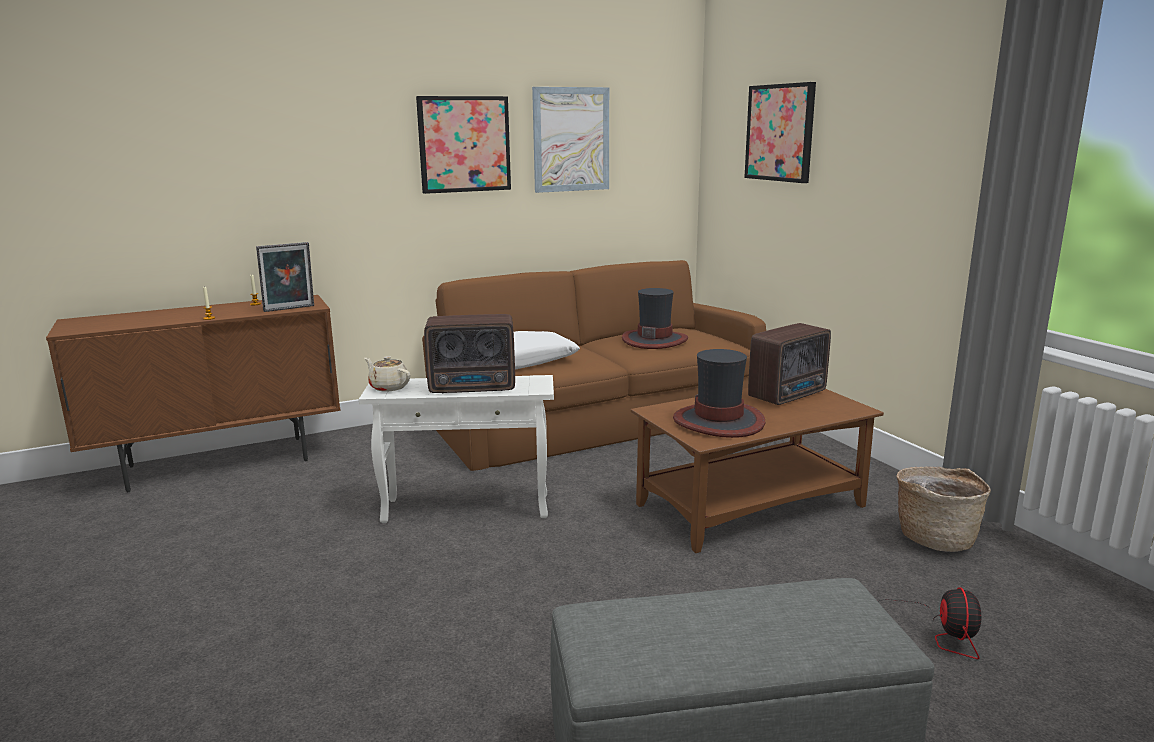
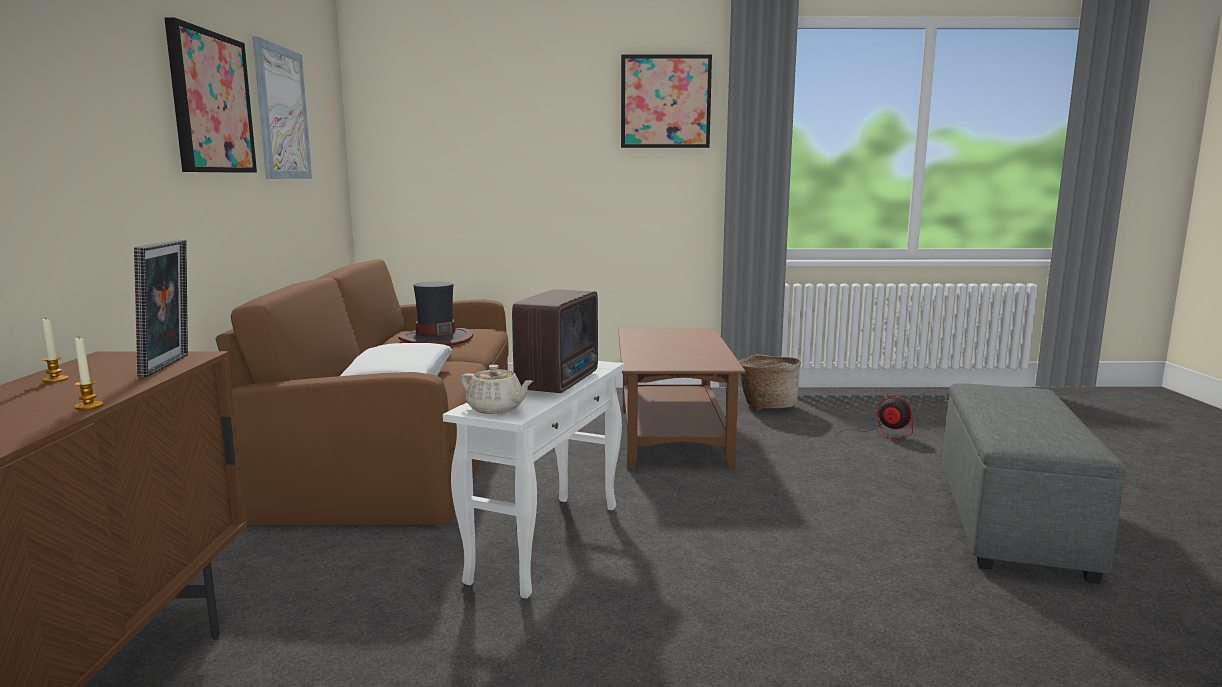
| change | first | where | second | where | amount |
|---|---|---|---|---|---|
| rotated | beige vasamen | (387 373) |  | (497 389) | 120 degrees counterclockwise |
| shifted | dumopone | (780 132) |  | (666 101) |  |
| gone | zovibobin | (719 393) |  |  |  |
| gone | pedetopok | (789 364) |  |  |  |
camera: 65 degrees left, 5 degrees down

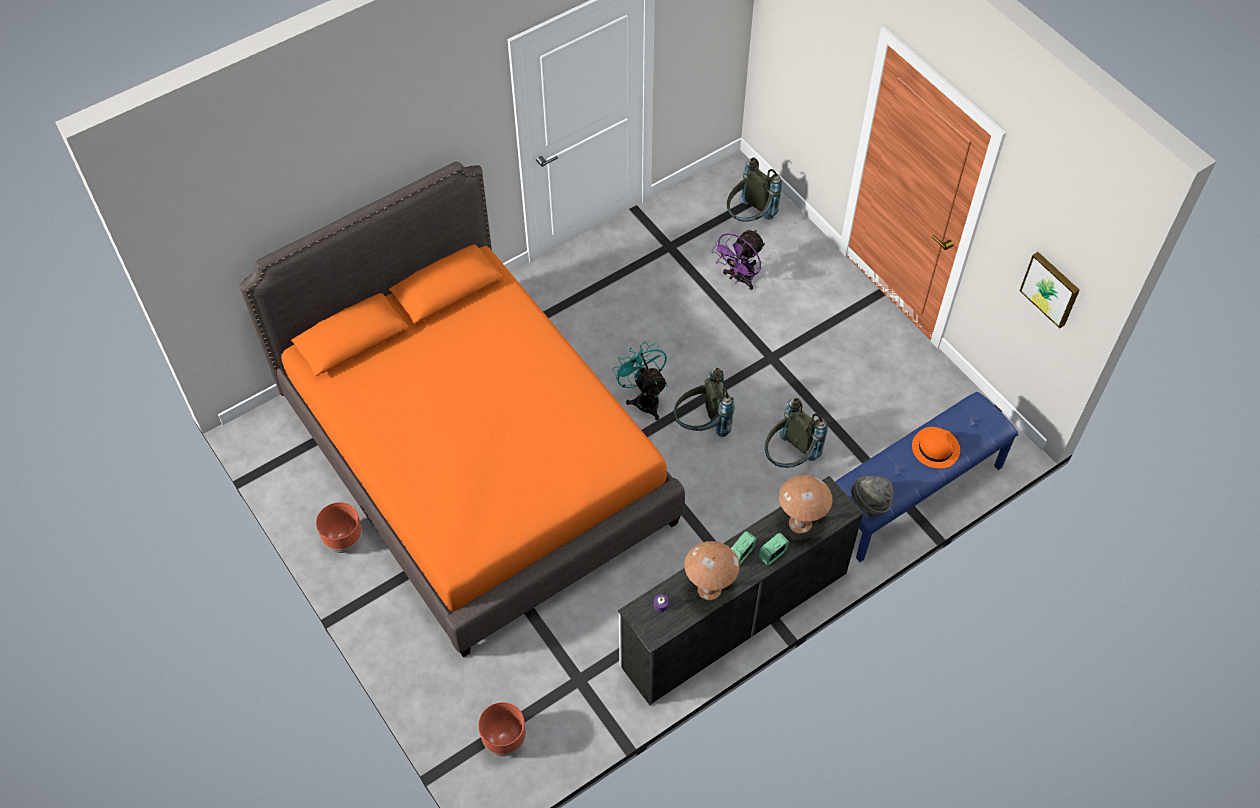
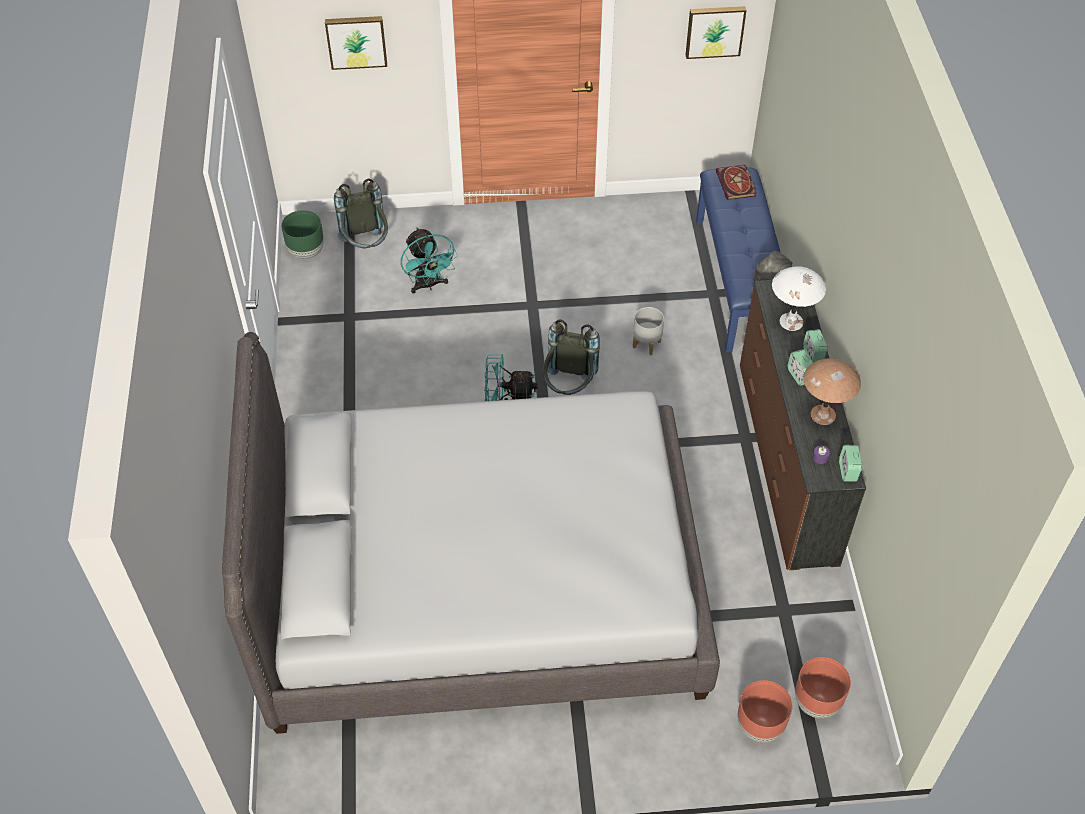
| change | first | where | second | where | amount |
|---|---|---|---|---|---|
| repainted | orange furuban | (462 409) | grey furuban | (471 533) |  |
| new |  |  | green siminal | (302 234) |  |
| new |  |  | dumopone | (356 43) |  |
| repainted | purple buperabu | (738 260) | turquoise buperabu | (429 260) |  |
| swapped | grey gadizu | (796 433) | grey siminal | (648 331) |  |
| new |  |  | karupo | (736 182) |  |
| shifted | brown siminal | (339 527) |  | (764 711) |  |
| repainted | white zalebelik | (740 591) | brown zalebelik | (803 425) |  |
| repainted | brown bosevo | (806 504) | white bosevo | (799 298) |  |
| new |  |  | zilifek | (850 463) |  |
| gone | orange zovibobin | (936 447) |  |  |  |
camera: 60 degrees left, 5 degrees down

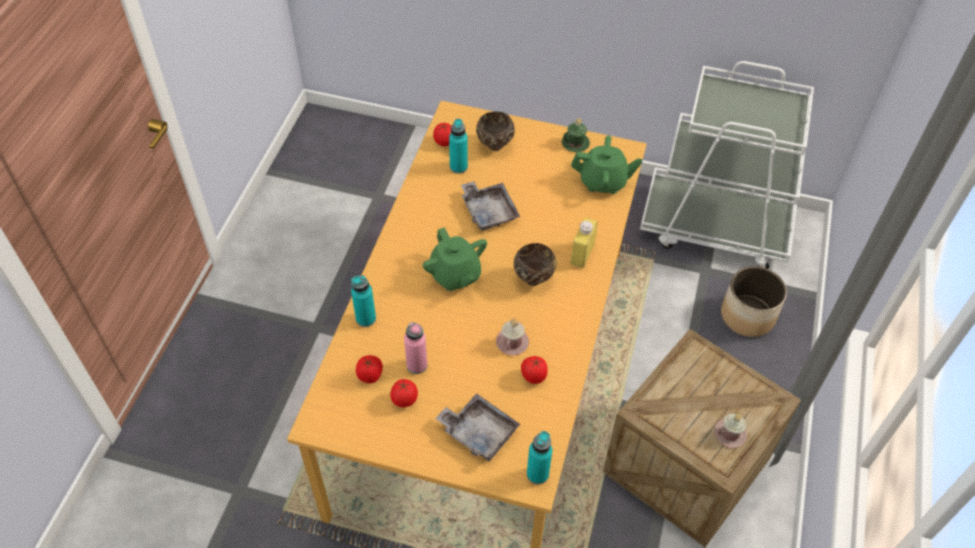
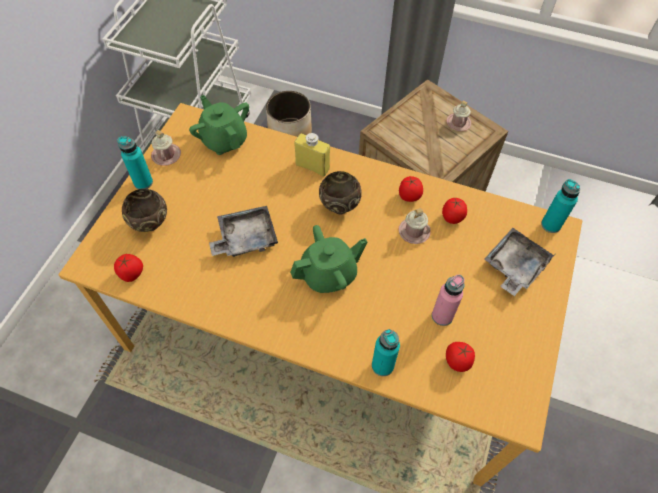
| change | first | where | second | where | amount |
|---|---|---|---|---|---|
| shifted | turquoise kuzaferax | (458 146) |  | (135 162) |  |
| repainted | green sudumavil | (576 135) | pink sudumavil | (166 148) |  |
| rotated | green vasamen | (606 165) |  | (219 125) | 45 degrees counterclockwise |
| shifted | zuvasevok | (404 393) |  | (411 189) |  |
camera: 85 degrees left, 5 degrees up

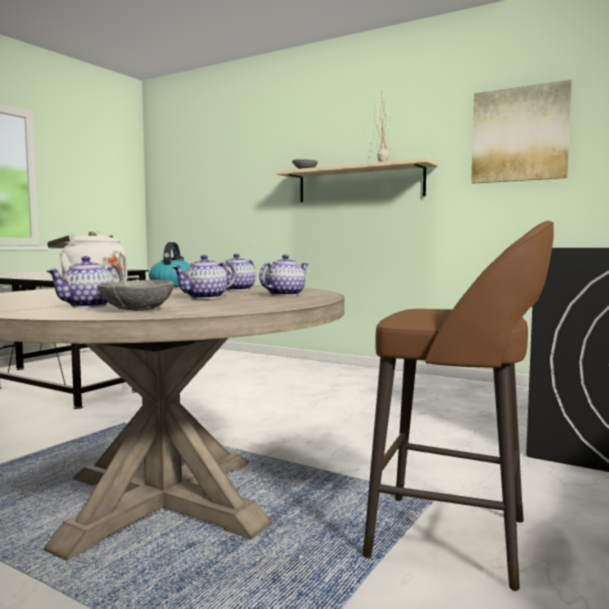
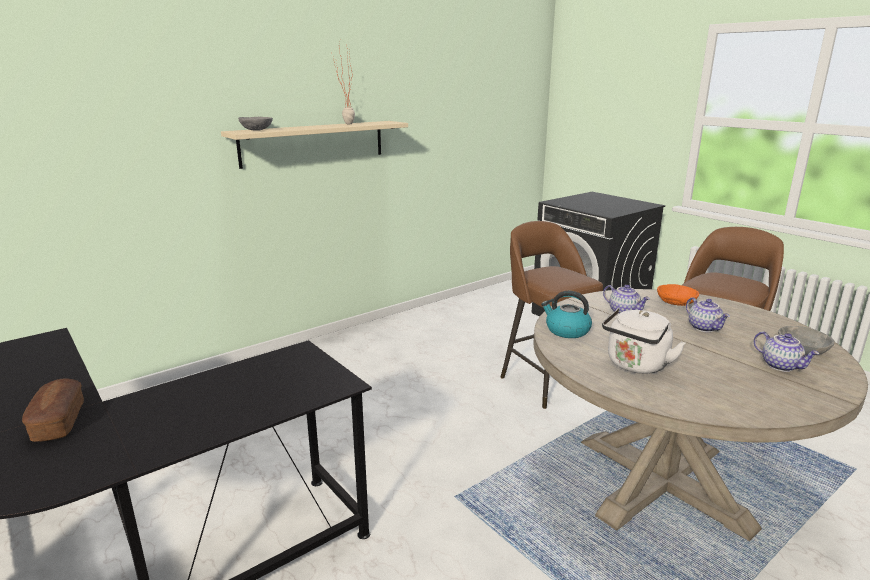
| change | first | where | second | where | amount |
|---|---|---|---|---|---|
| new |  |  | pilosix | (53 410) |  |
| new |  |  | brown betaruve | (552 315) |  |
| swapped | vasamen | (284 275) | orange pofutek | (678 295) |  |
| gone | dumopone | (521 131) |  |  |  |
camera: 70 degrees left, 15 degrees up

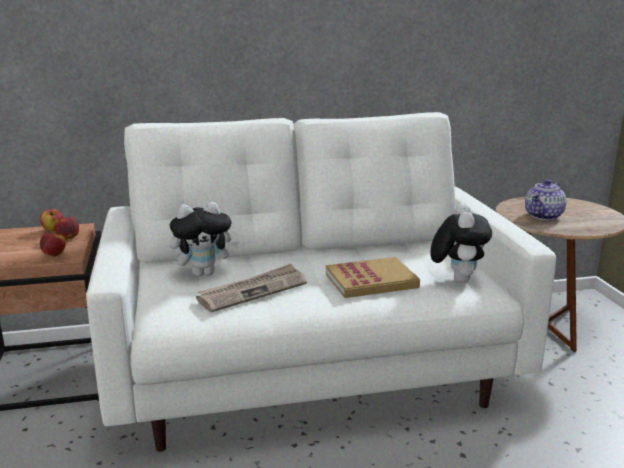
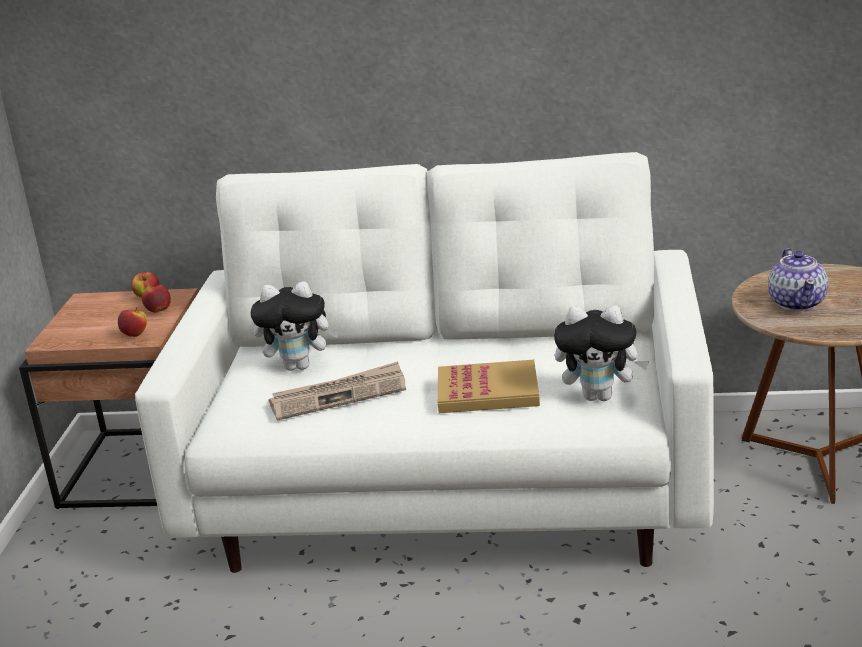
| change | first | where | second | where | amount |
|---|---|---|---|---|---|
| rotated | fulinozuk | (461 243) |  | (601 353) | 75 degrees clockwise |
| rotated | vasamen | (545 199) |  | (798 279) | 60 degrees counterclockwise |
camera: 20 degrees right, 5 degrees up

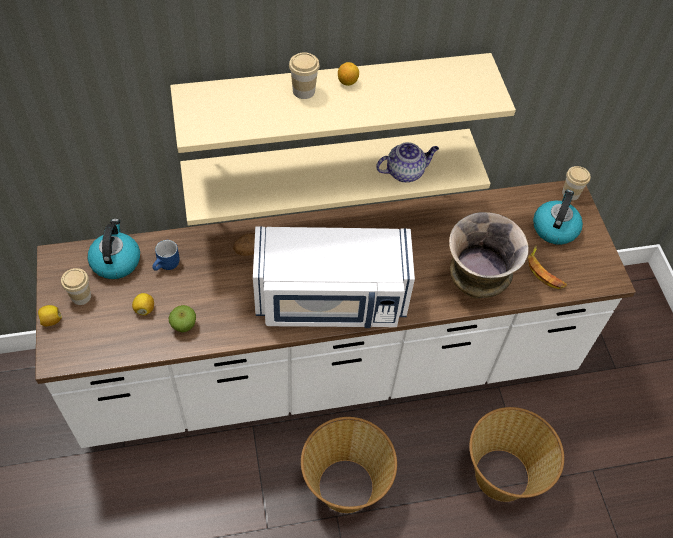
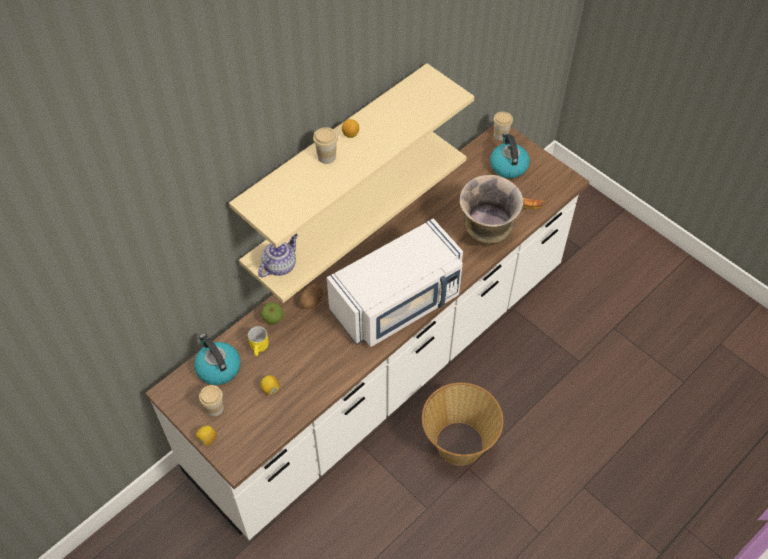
| change | first | where | second | where | amount |
|---|---|---|---|---|---|
| repainted | blue sudumavil | (166 255) | yellow sudumavil | (258 341) |  |
| shifted | vasamen | (407 162) |  | (278 255) |  |
| shifted | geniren | (182 318) |  | (272 313) |  |
| gone | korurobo | (516 454) |  |  |  |
camera: 30 degrees left, 0 degrees up

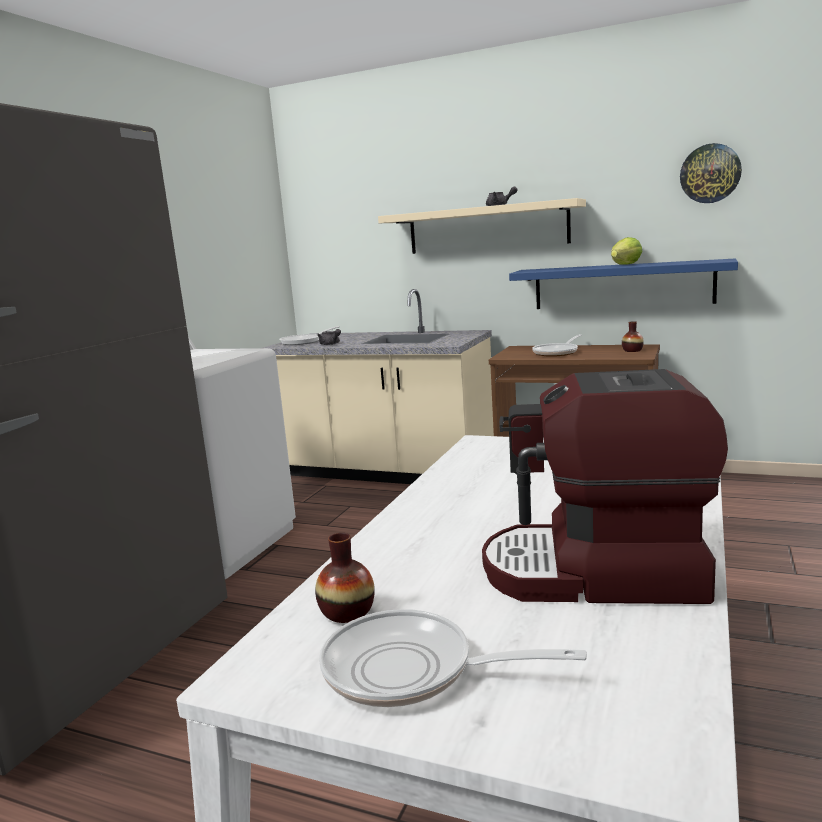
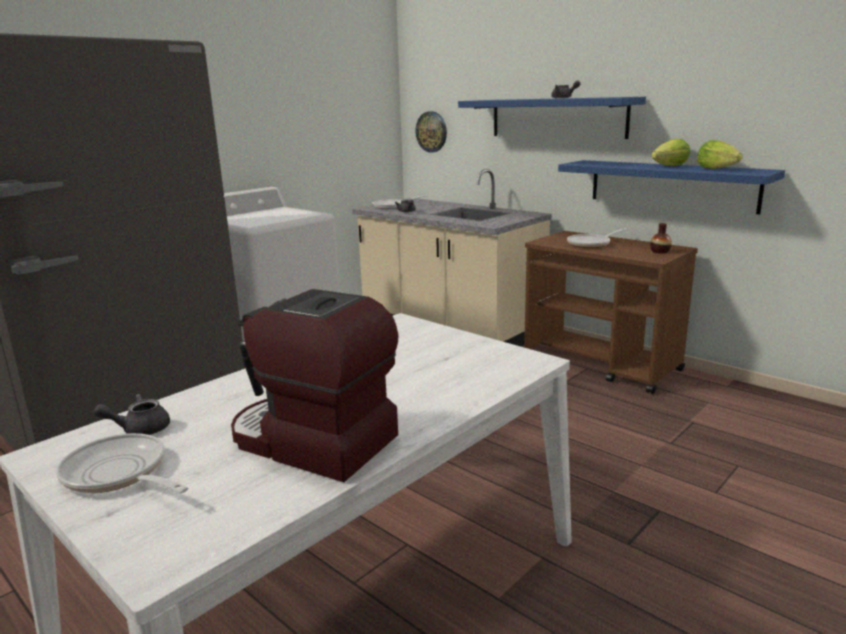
| change | first | where | second | where | amount |
|---|---|---|---|---|---|
| swapped | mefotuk | (345 578) | grey vasamen | (131 414) |  |
| shifted | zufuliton | (711 173) |  | (431 132) |  |
| repainted | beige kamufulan | (482 226) | blue kamufulan | (552 118) |  |
| new |  |  | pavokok | (720 154) |  |
camera: 20 degrees right, 5 degrees up

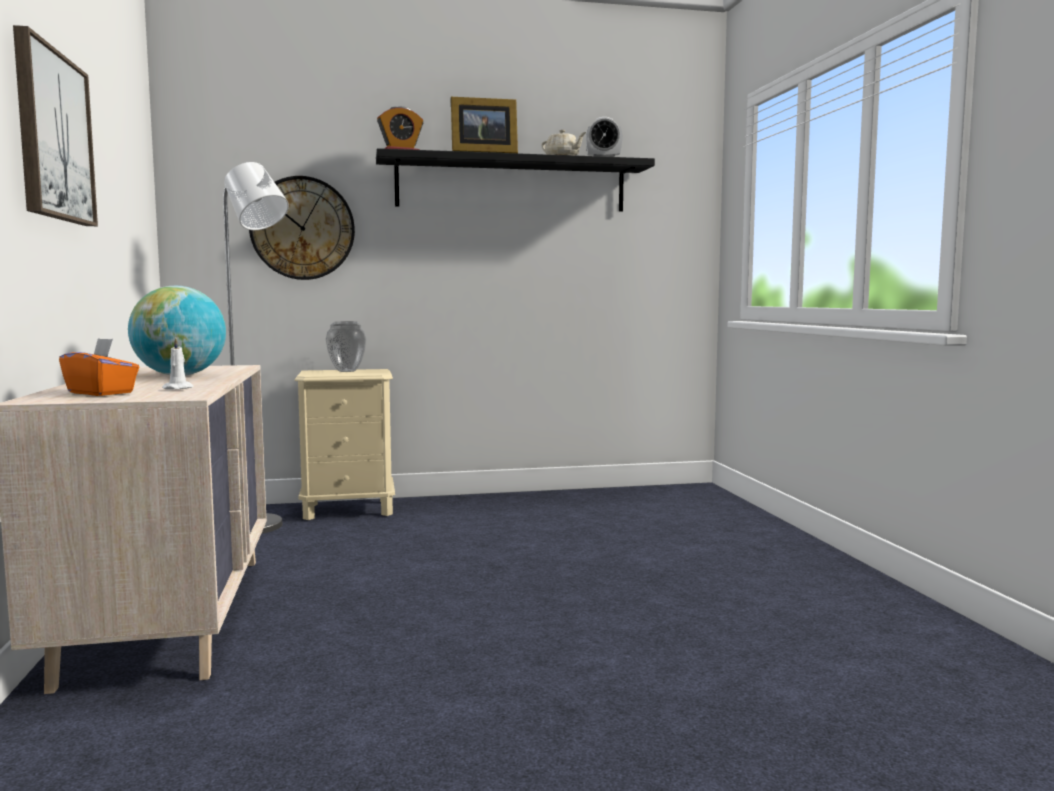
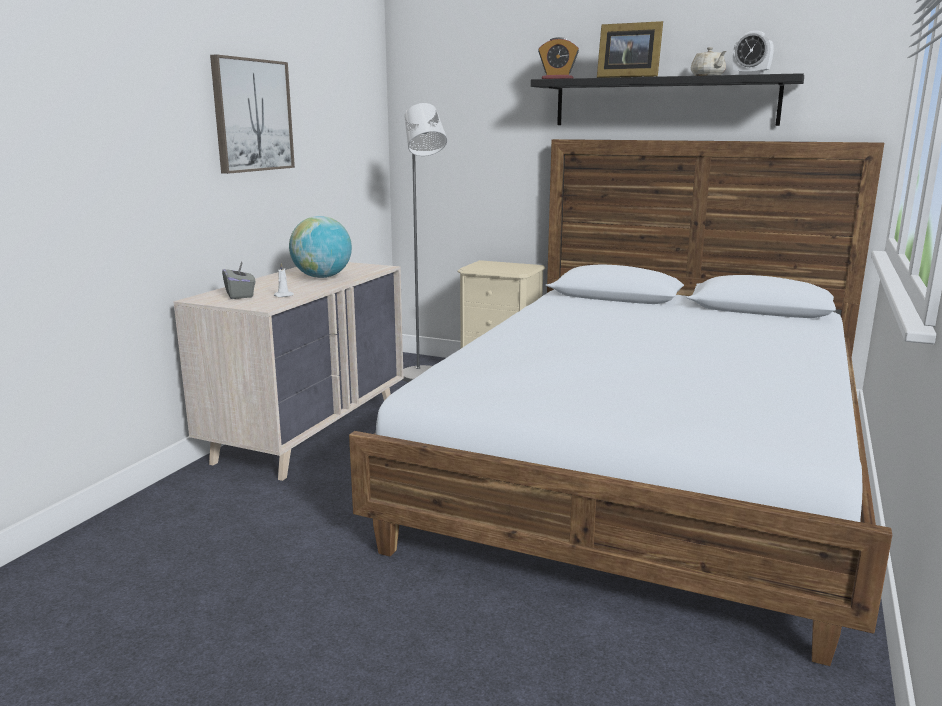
| change | first | where | second | where | amount |
|---|---|---|---|---|---|
| repainted | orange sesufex | (99 367) | grey sesufex | (238 280) |  |
| new |  |  | furuban | (620 402) |  |
| gone | zufuliton | (302 228) |  |  |  |
| gone | mefotuk | (346 346) |  |  |  |
camera: 35 degrees right, 10 degrees up

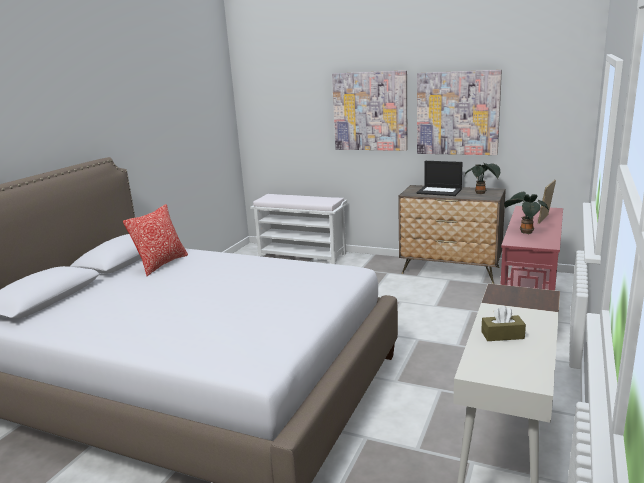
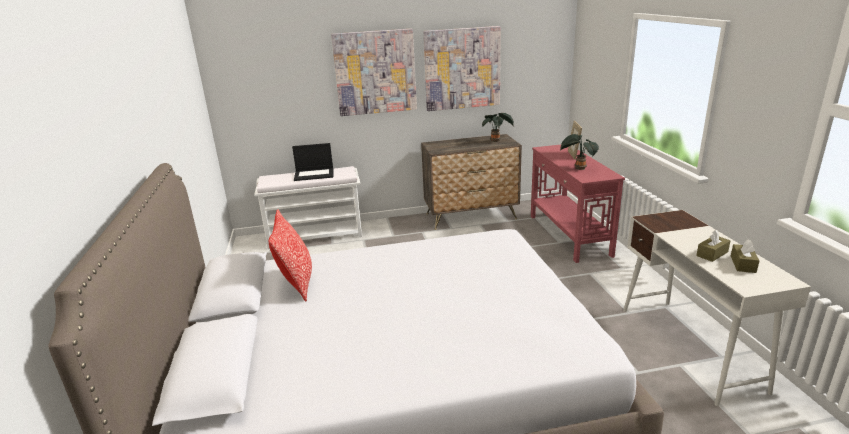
| change | first | where | second | where | amount |
|---|---|---|---|---|---|
| shifted | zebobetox | (439 178) |  | (313 162) |  |
| new |  |  | brown sesufex | (745 256) |  |
camera: 35 degrees left, 5 degrees up

